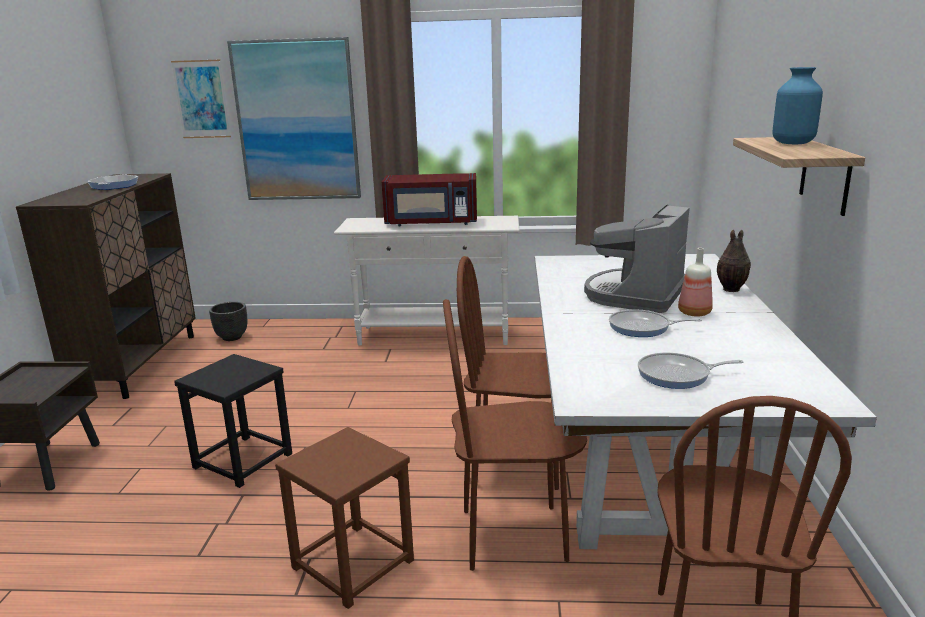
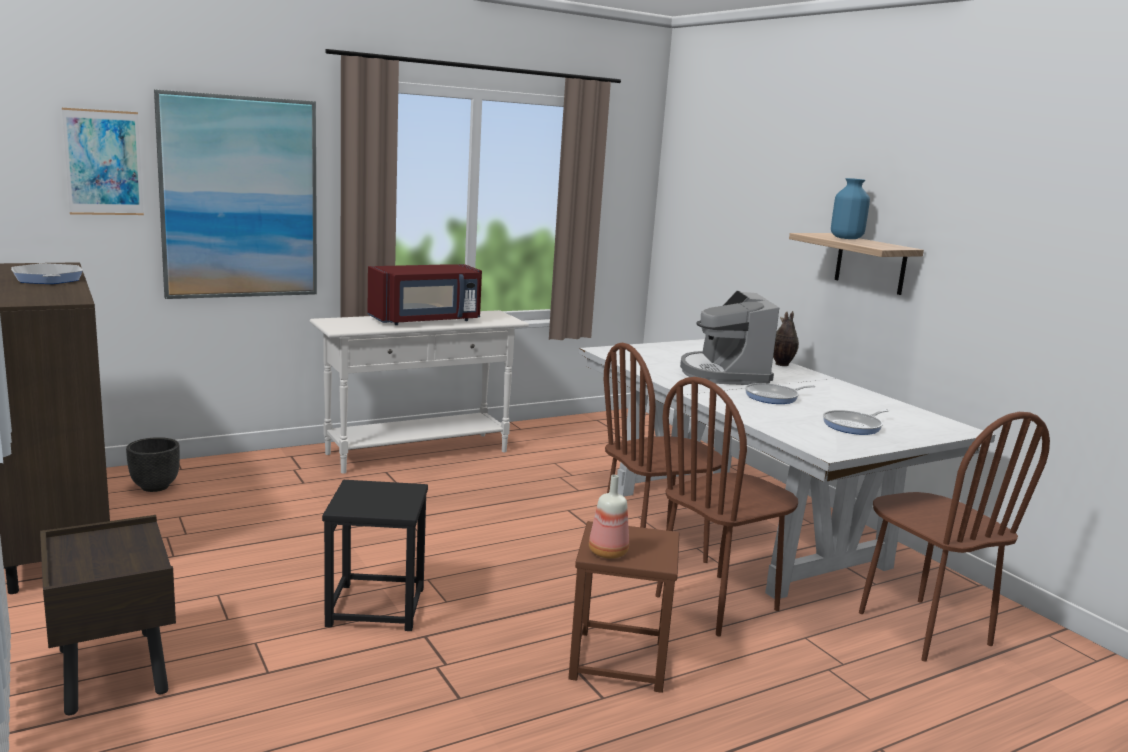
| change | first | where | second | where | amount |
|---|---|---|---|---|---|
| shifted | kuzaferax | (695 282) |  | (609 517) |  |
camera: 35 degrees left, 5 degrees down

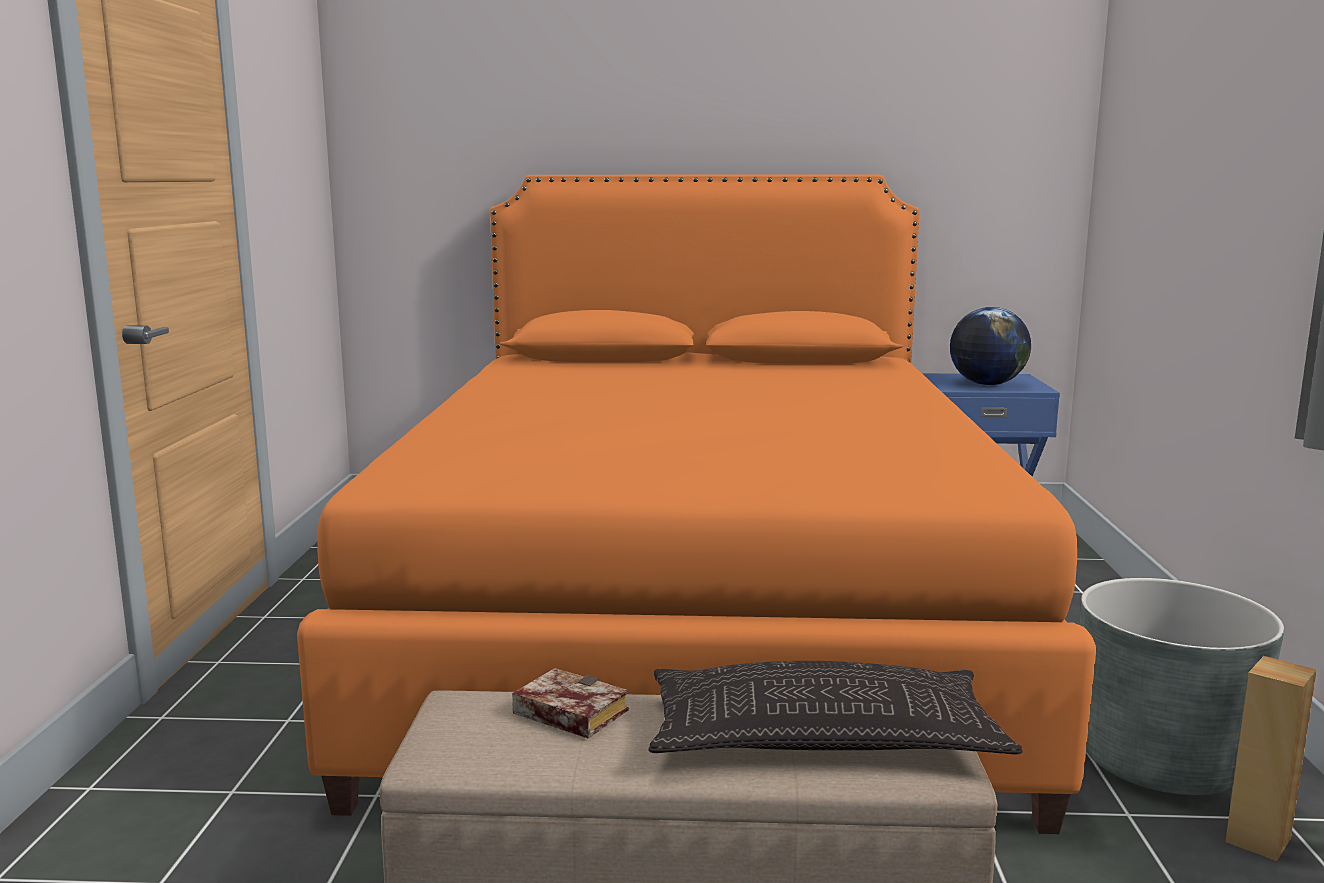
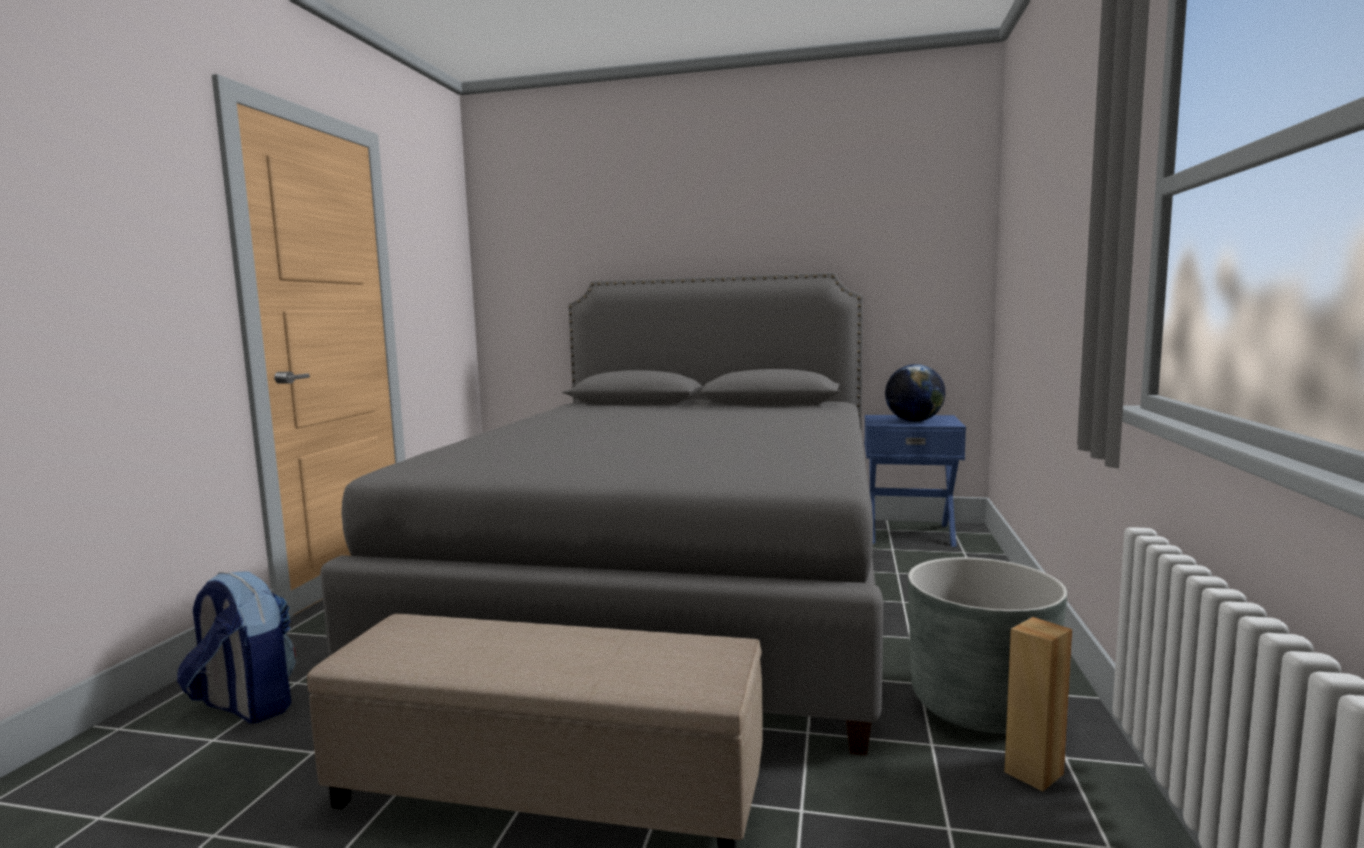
| change | first | where | second | where | amount |
|---|---|---|---|---|---|
| new |  |  | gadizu | (236 647) |  |
| repainted | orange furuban | (696 504) | grey furuban | (601 513) |  |
| gone | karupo | (570 703) |  |  |  |
| gone | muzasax | (835 708) |  |  |  |
camera: 10 degrees right, 5 degrees down

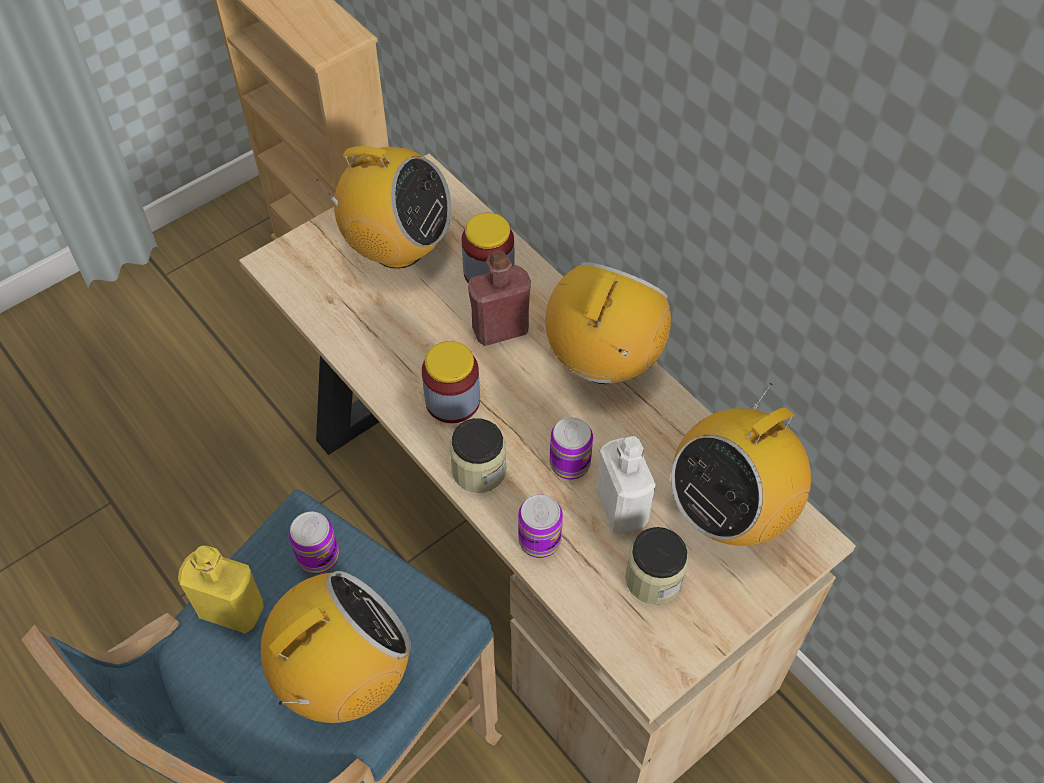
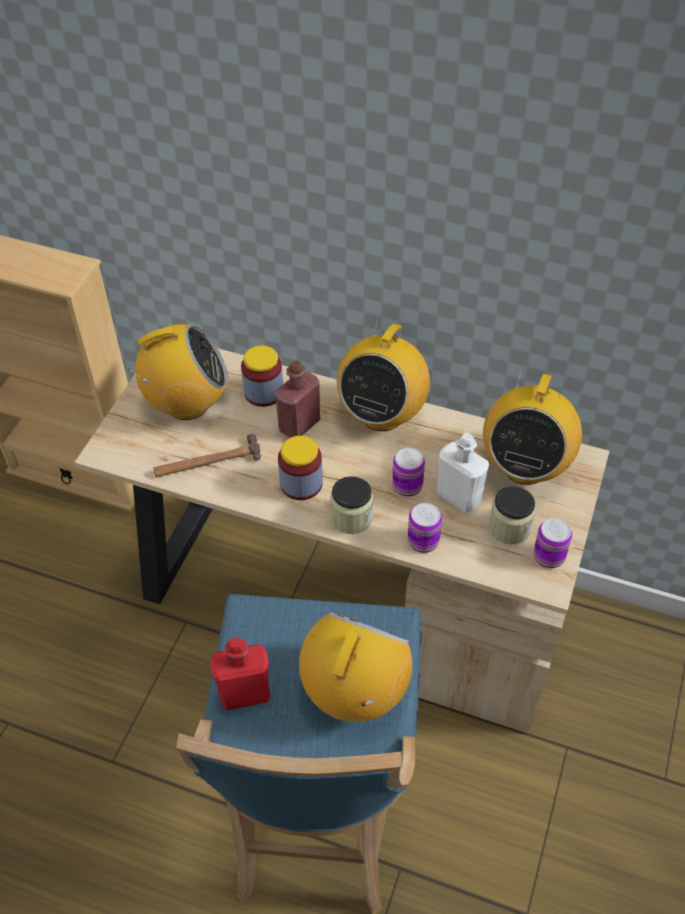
| change | first | where | second | where | amount |
|---|---|---|---|---|---|
| new |  |  | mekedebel | (207 455) |  |
| repainted | yellow kuzaferax | (221 589) | red kuzaferax | (240 674) |  |
| rotated | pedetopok | (608 323) |  | (383 373) | 150 degrees counterclockwise |
| shifted | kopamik | (314 543) |  | (552 543) |  |
camera: 30 degrees left, 5 degrees down

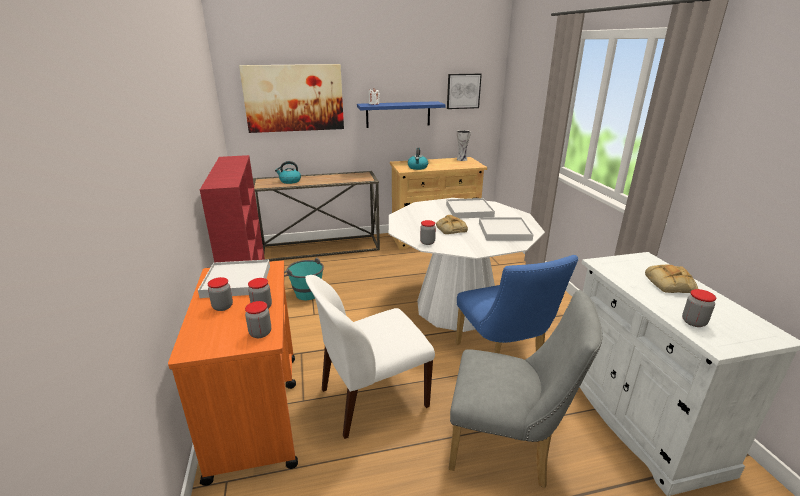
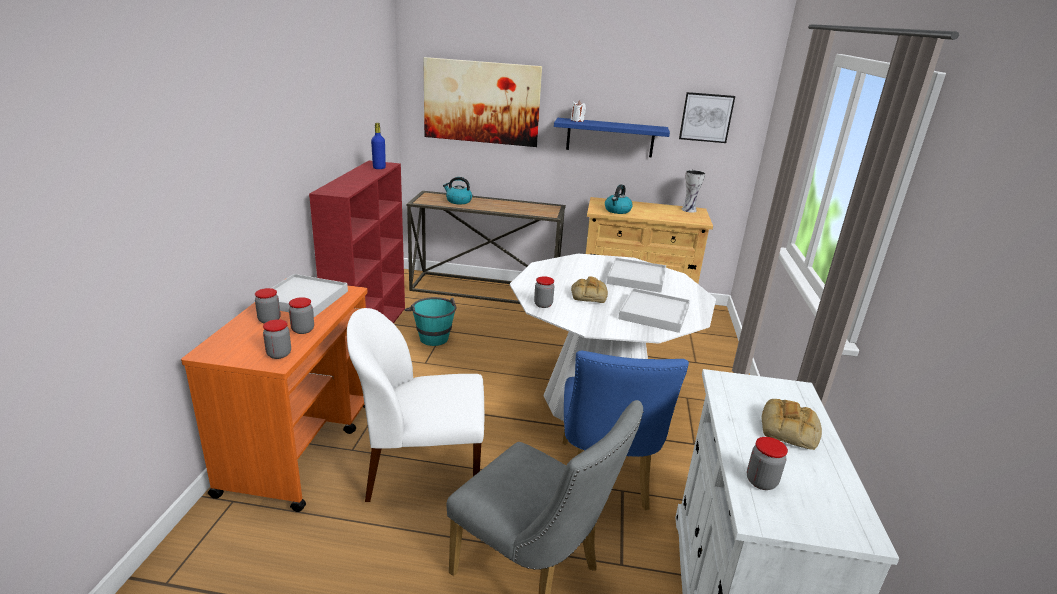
| change | first | where | second | where | amount |
|---|---|---|---|---|---|
| new |  |  | blue kuzaferax | (378 146) |  |
camera: 20 degrees right, 0 degrees up

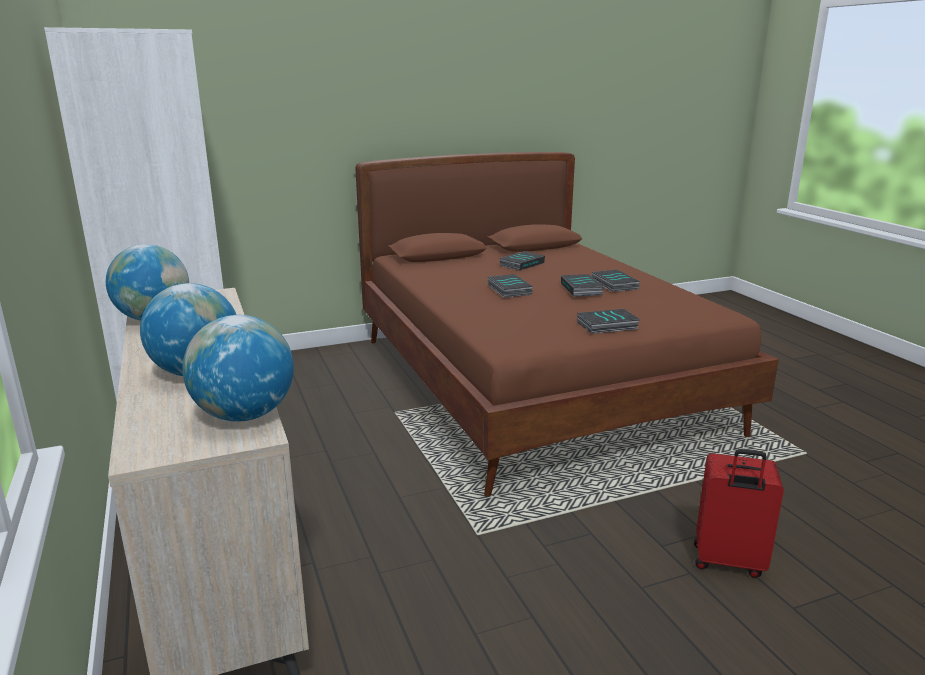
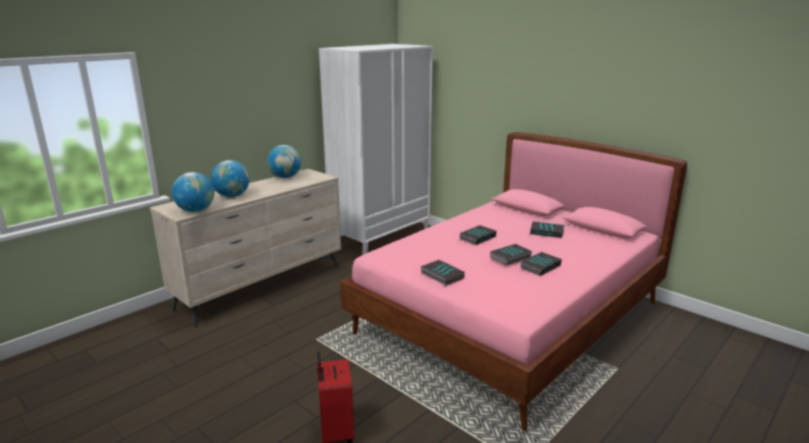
| change | first | where | second | where | amount |
|---|---|---|---|---|---|
| repainted | brown furuban | (567 324) | pink furuban | (514 281) |  |
camera: 65 degrees right, 0 degrees up

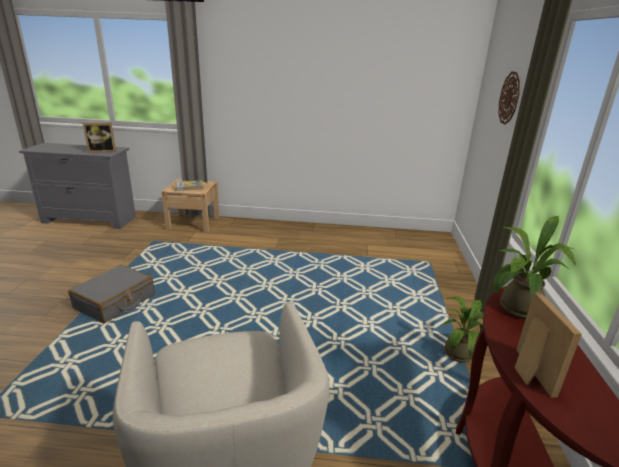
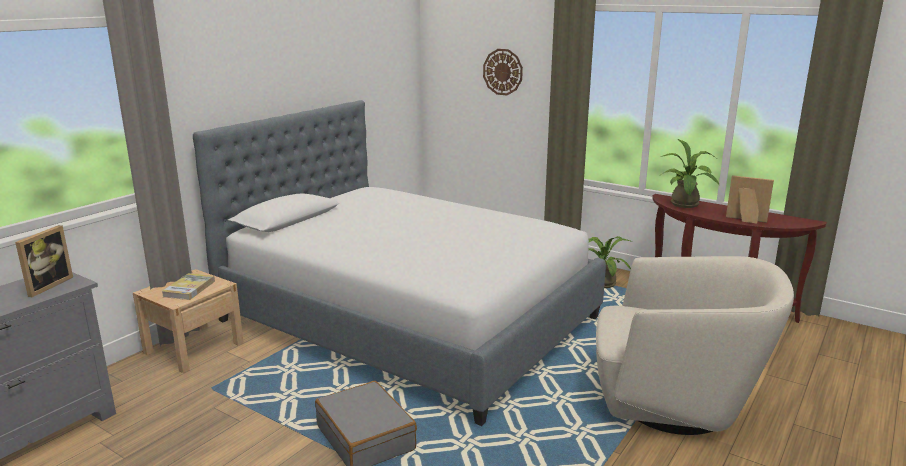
| change | first | where | second | where | amount |
|---|---|---|---|---|---|
| new |  |  | furuban | (399 263) |  |
camera: 60 degrees left, 5 degrees down

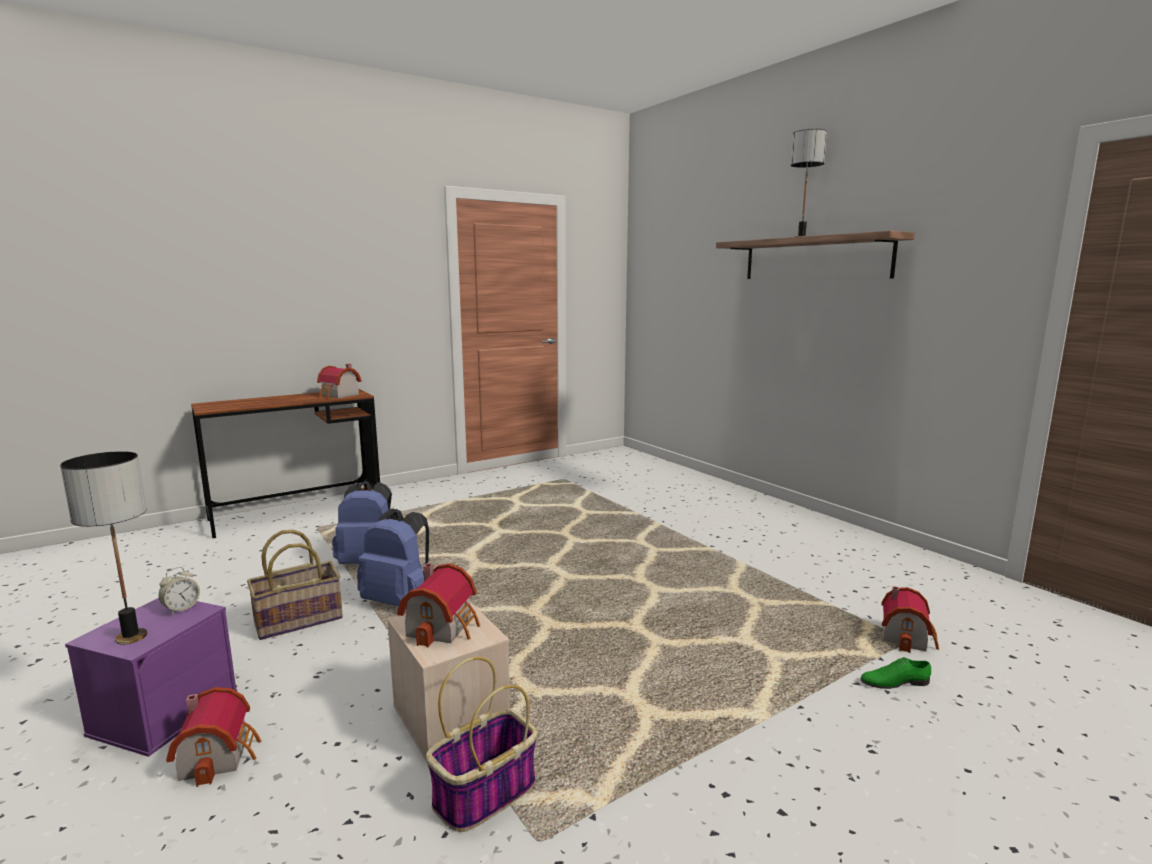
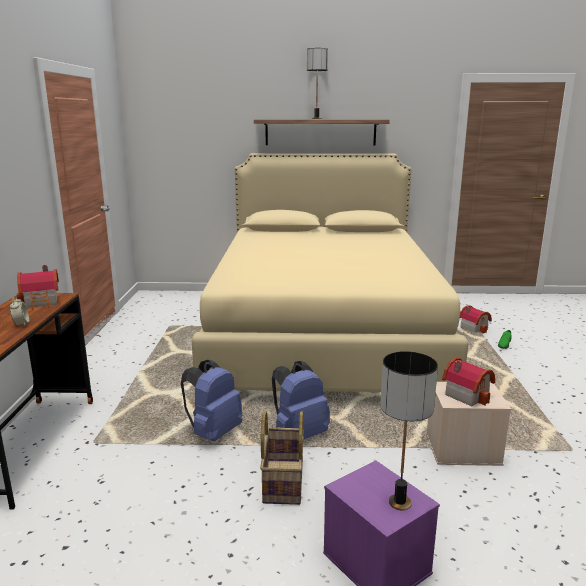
| change | first | where | second | where | amount |
|---|---|---|---|---|---|
| shifted | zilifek | (179 590) |  | (19 311) |  |
| new |  |  | beige furuban | (330 272) |  |
| gone | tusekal | (213 737) |  |  |  |
| gone | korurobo | (481 744) |  |  |  |
camera: 55 degrees left, 5 degrees up

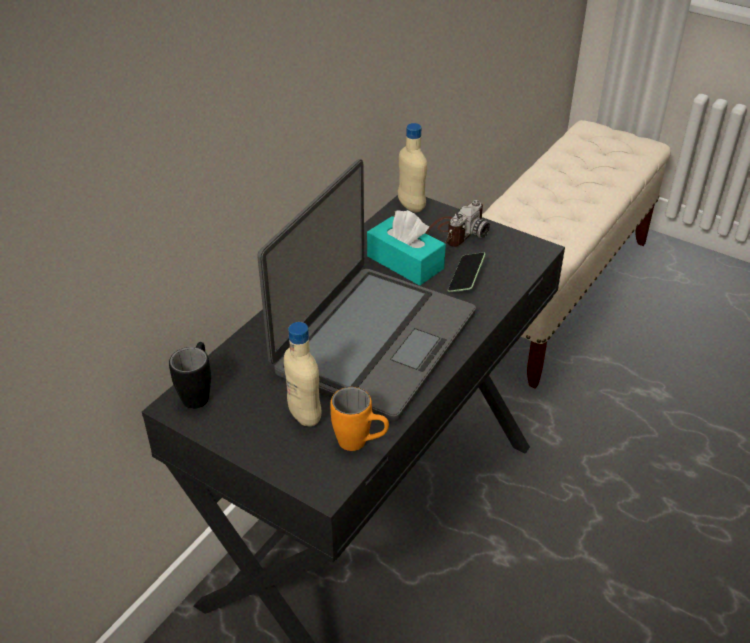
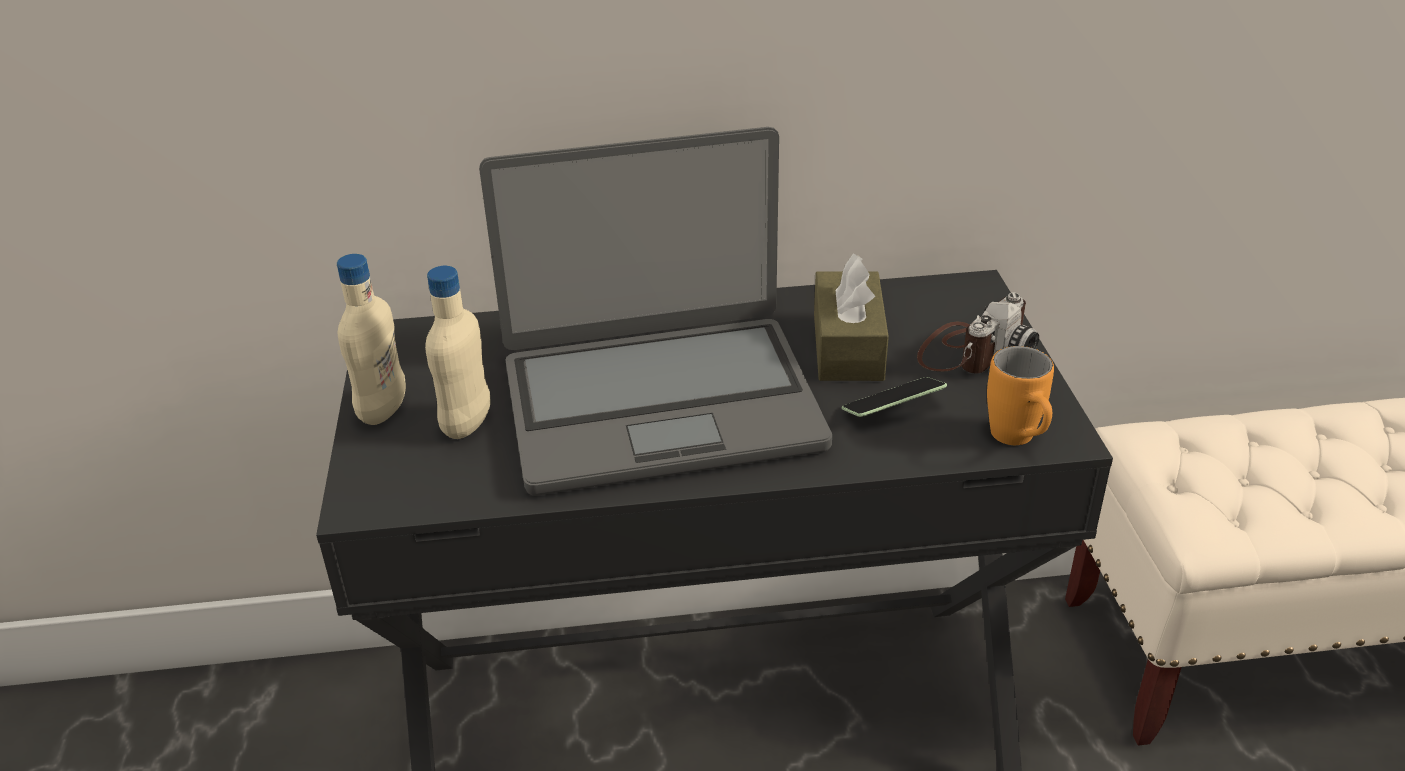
| change | first | where | second | where | amount |
|---|---|---|---|---|---|
| shifted | beige kuzaferax | (412 168) |  | (371 339) |  |
| repainted | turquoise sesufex | (406 248) | brown sesufex | (851 317) |  |
| rotated | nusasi | (457 223) |  | (978 333) | 45 degrees counterclockwise |
| shifted | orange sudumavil | (359 419) |  | (1020 395) |  |
| gone | black sudumavil | (190 375) |  |  |  |
camera: 50 degrees right, 5 degrees down

